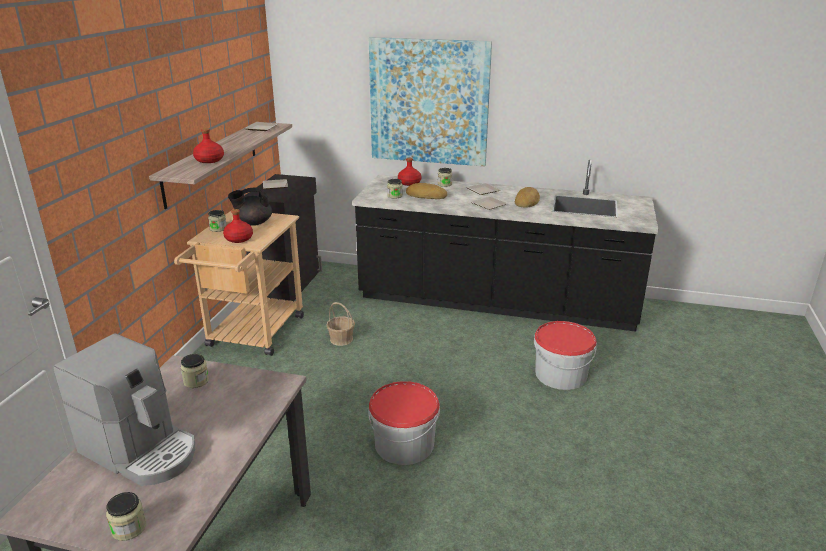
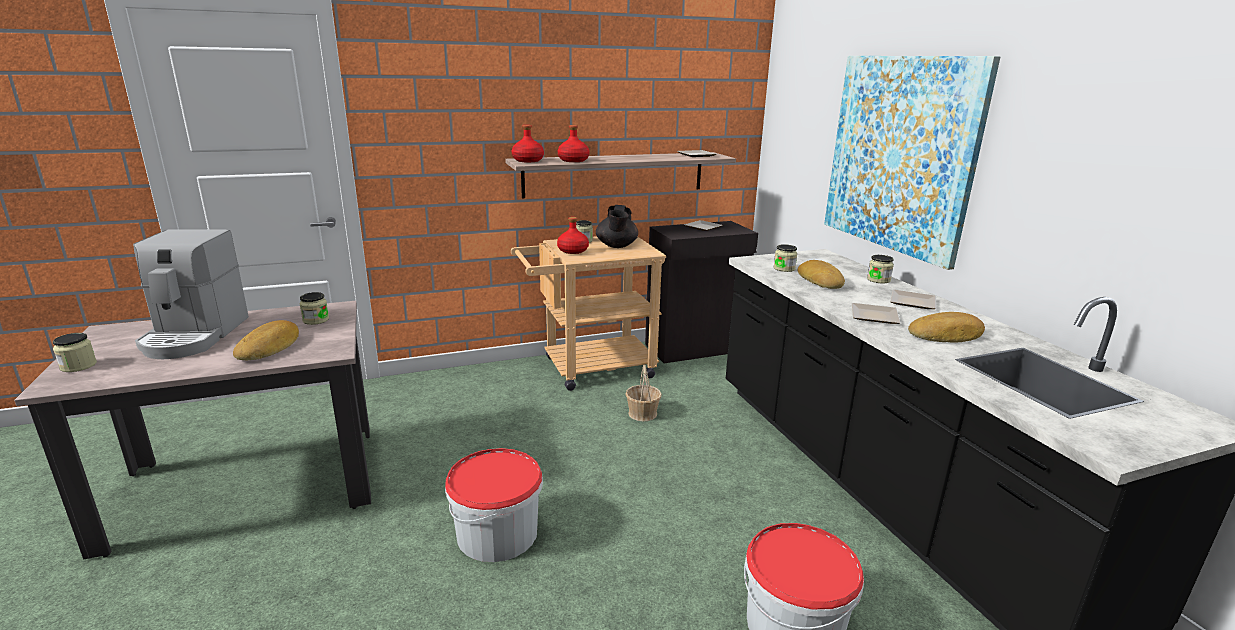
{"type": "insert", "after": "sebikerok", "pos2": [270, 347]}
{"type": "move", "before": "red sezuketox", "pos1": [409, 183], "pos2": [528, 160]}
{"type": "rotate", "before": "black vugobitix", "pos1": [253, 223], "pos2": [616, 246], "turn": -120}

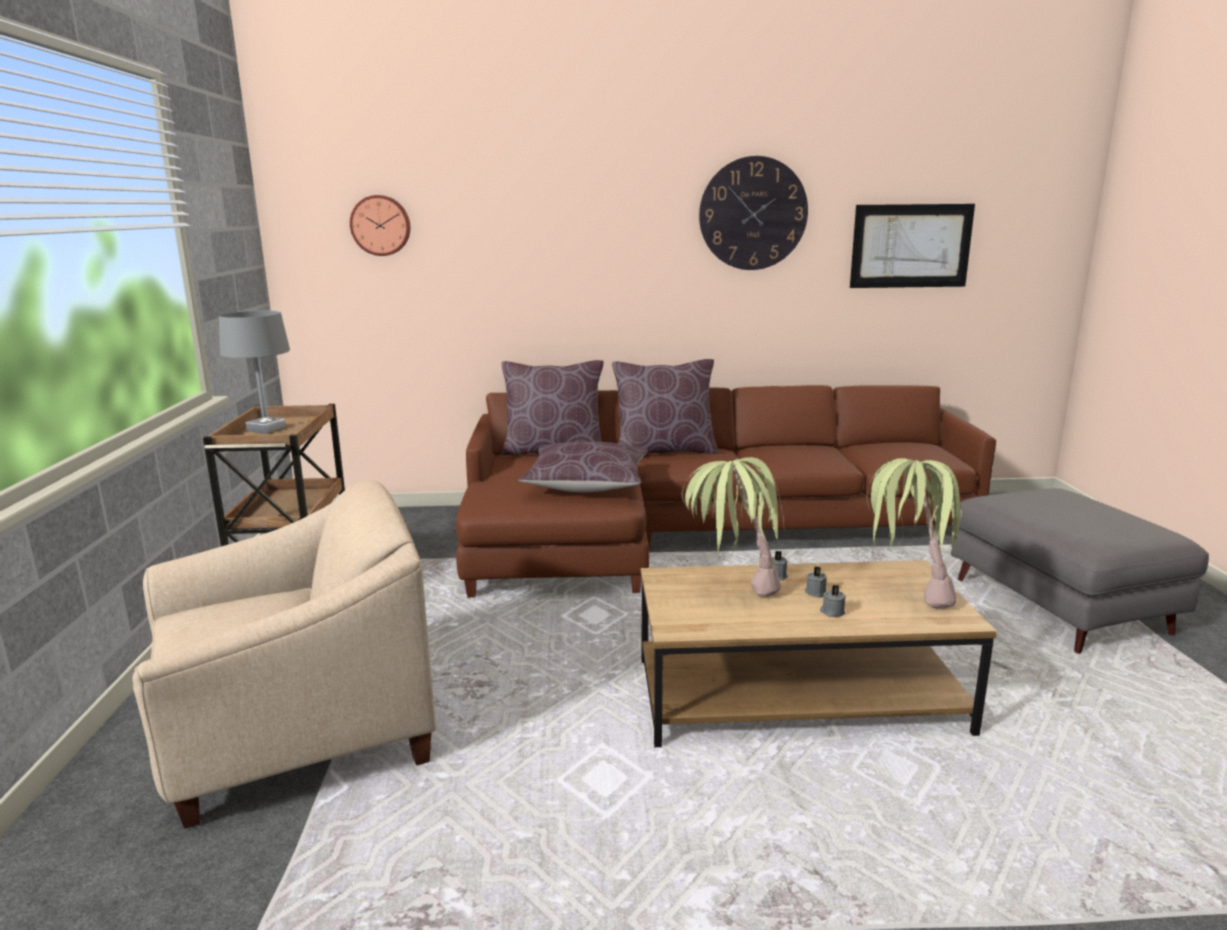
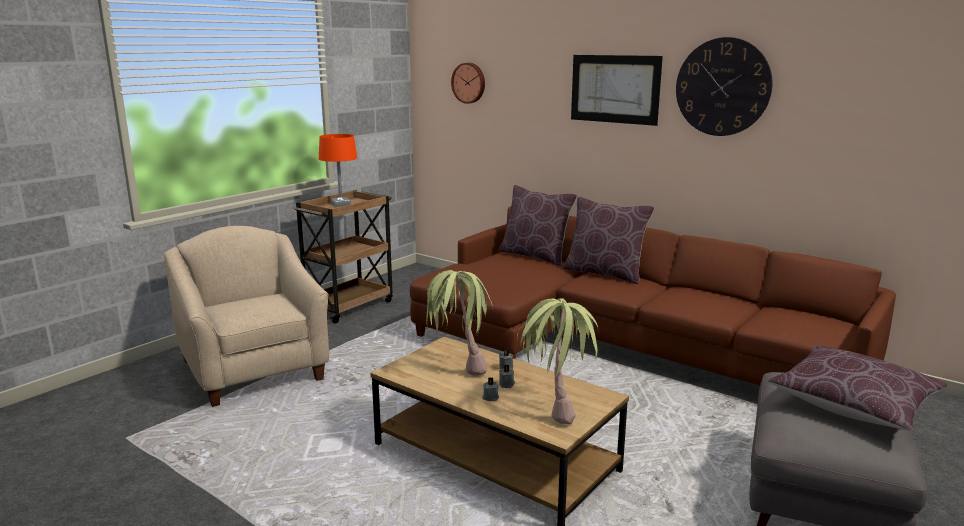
{"type": "rotate", "before": "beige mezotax", "pos1": [300, 736], "pos2": [255, 370], "turn": -135}
{"type": "recolor", "before": "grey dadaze", "after": "orange dadaze", "pos1": [266, 429], "pos2": [340, 204]}
{"type": "move", "before": "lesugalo", "pos1": [911, 246], "pos2": [614, 89]}
{"type": "move", "before": "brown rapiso", "pos1": [586, 484], "pos2": [853, 404]}

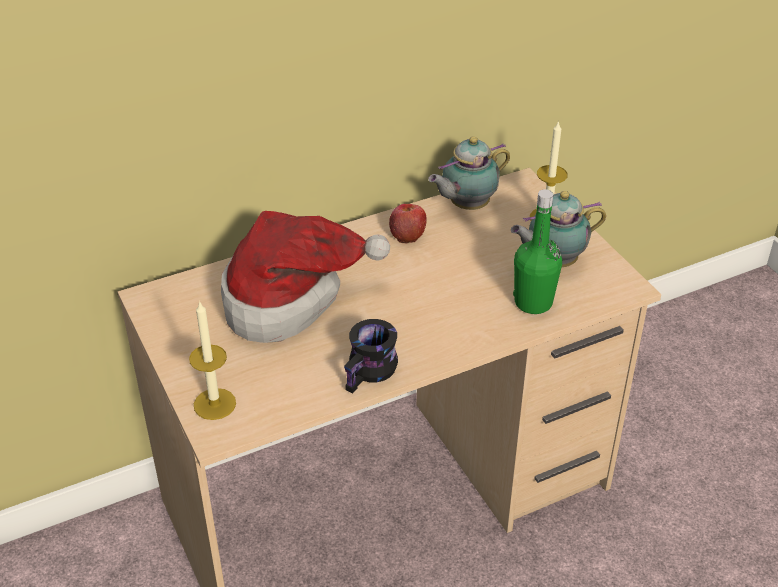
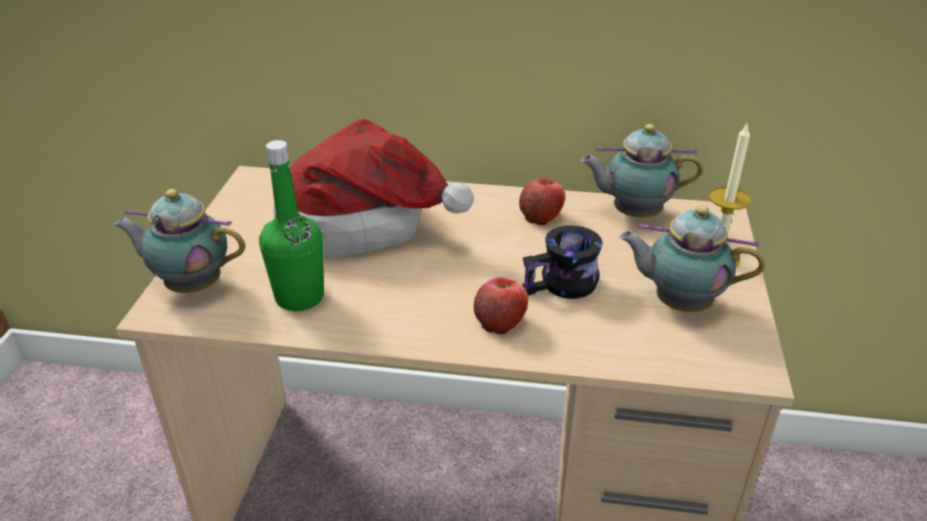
{"type": "replace", "before": "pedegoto", "after": "vugobitix", "pos1": [214, 404], "pos2": [191, 285]}
{"type": "move", "before": "green sezuketox", "pos1": [533, 302], "pos2": [299, 297]}
{"type": "insert", "after": "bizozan", "pos2": [500, 321]}
{"type": "move", "before": "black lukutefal", "pos1": [372, 372], "pos2": [563, 287]}

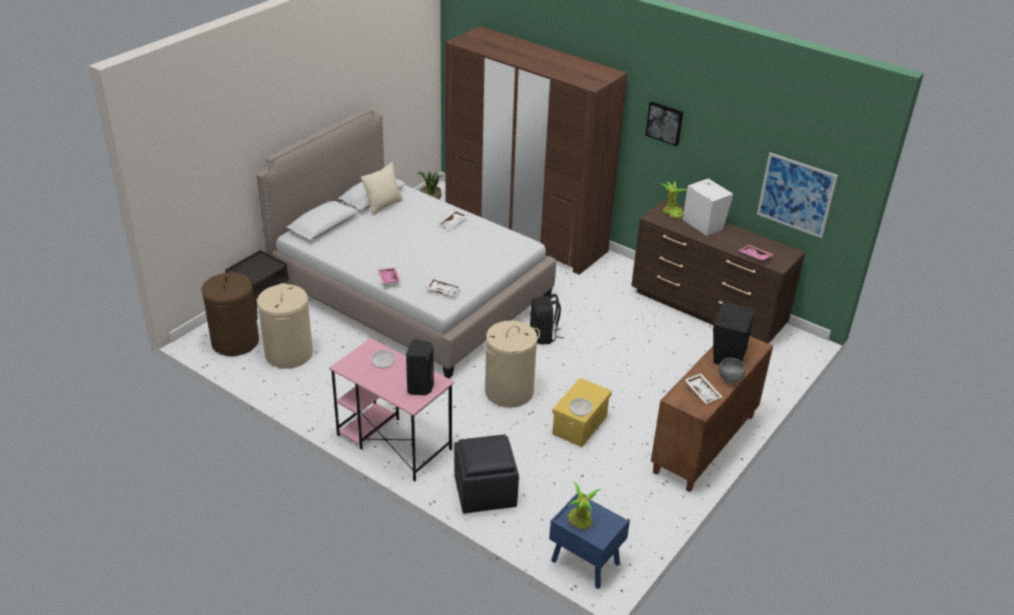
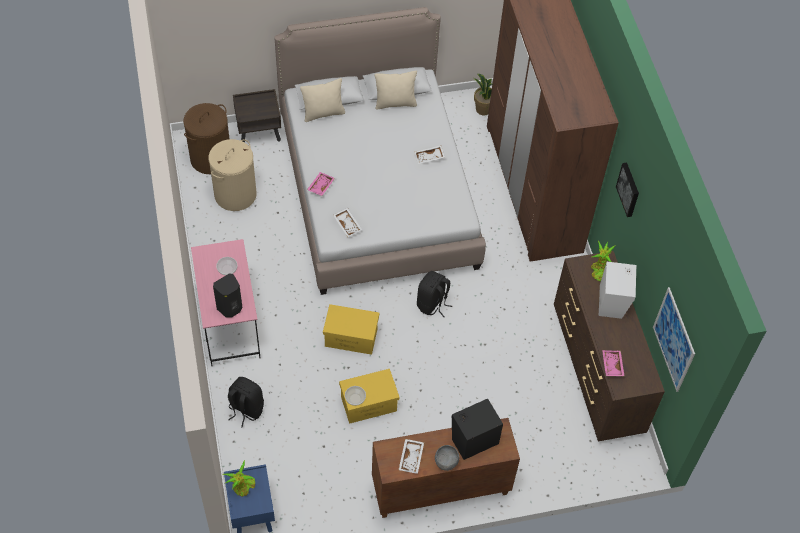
{"type": "replace", "before": "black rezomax", "after": "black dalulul", "pos1": [484, 492], "pos2": [245, 409]}
{"type": "insert", "after": "beige rapiso", "pos2": [323, 113]}
{"type": "replace", "before": "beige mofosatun", "after": "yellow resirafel", "pos1": [509, 392], "pos2": [350, 338]}

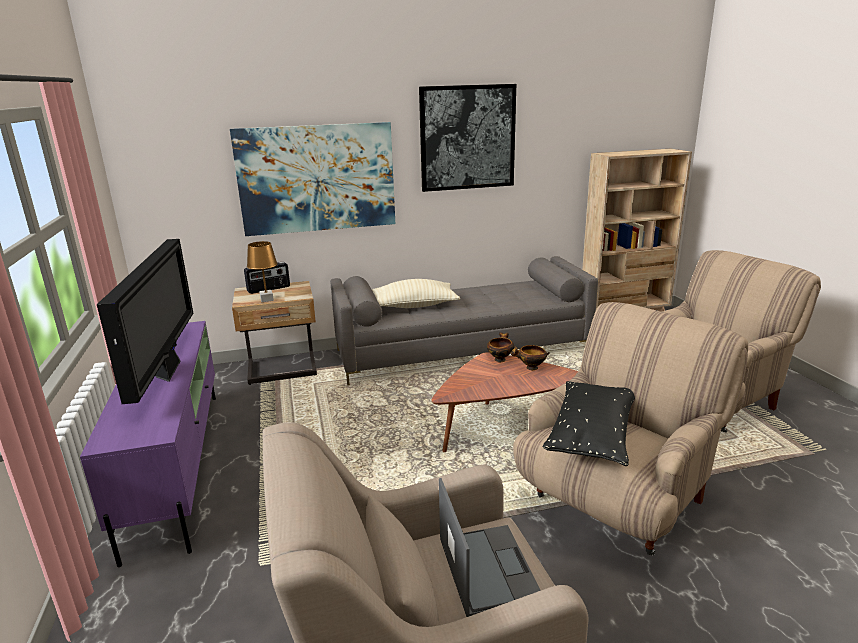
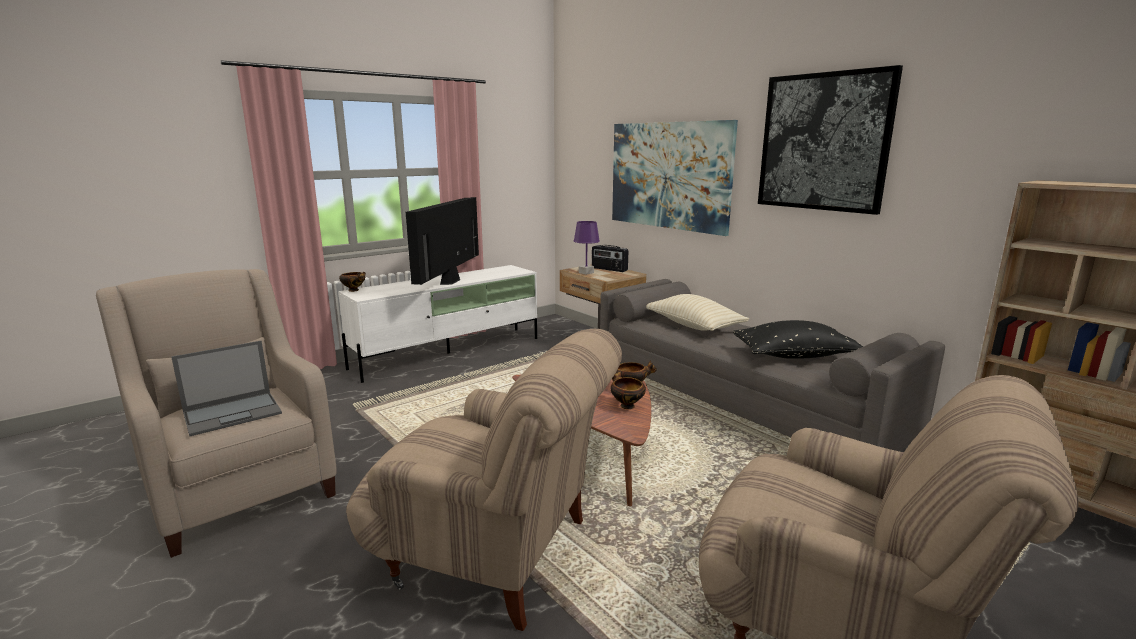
{"type": "recolor", "before": "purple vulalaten", "after": "white vulalaten", "pos1": [177, 463], "pos2": [450, 353]}
{"type": "insert", "after": "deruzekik", "pos2": [354, 290]}
{"type": "rotate", "before": "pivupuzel", "pos1": [169, 370], "pos2": [450, 281], "turn": 135}
{"type": "recolor", "before": "brown dadaze", "after": "purple dadaze", "pos1": [266, 299], "pos2": [586, 272]}
{"type": "move", "before": "black rapiso", "pos1": [592, 435], "pos2": [794, 356]}

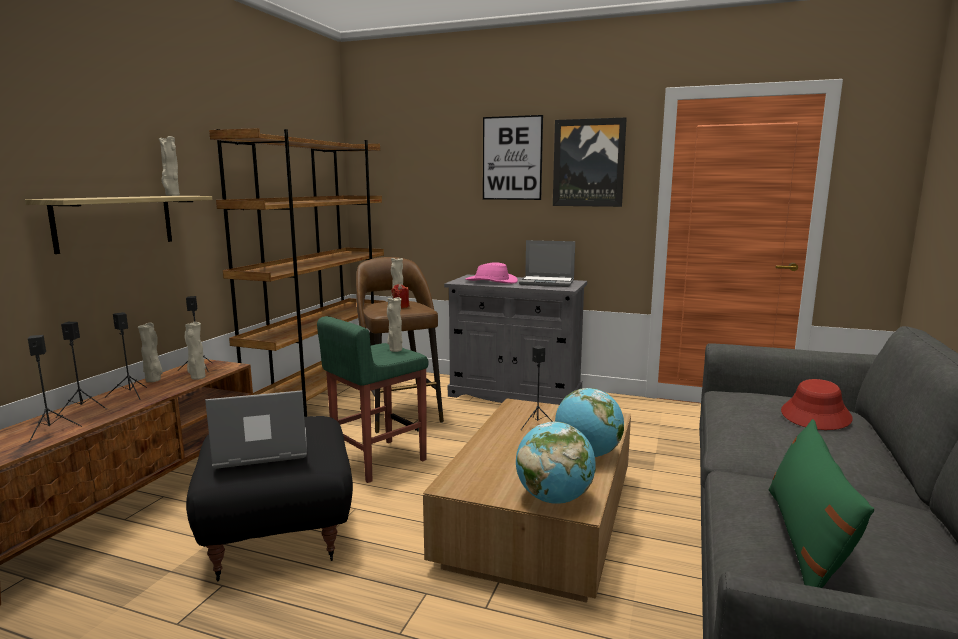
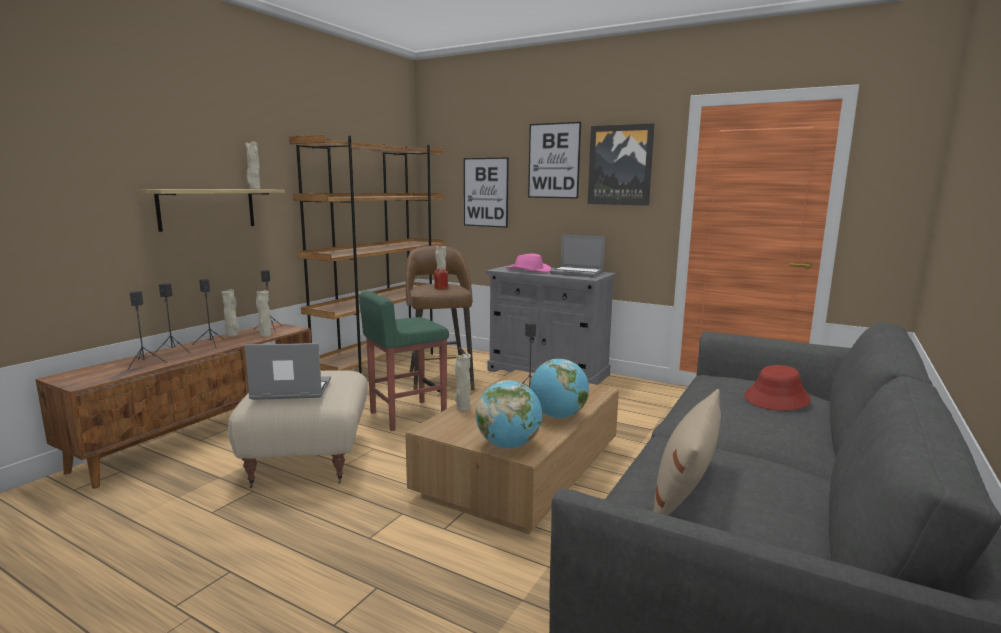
{"type": "recolor", "before": "black rezomax", "after": "beige rezomax", "pos1": [278, 533], "pos2": [307, 460]}
{"type": "move", "before": "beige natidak", "pos1": [395, 350], "pos2": [462, 408]}
{"type": "insert", "after": "lesugalo", "pos2": [485, 192]}
{"type": "recolor", "before": "green rapiso", "after": "beige rapiso", "pos1": [806, 542], "pos2": [686, 489]}

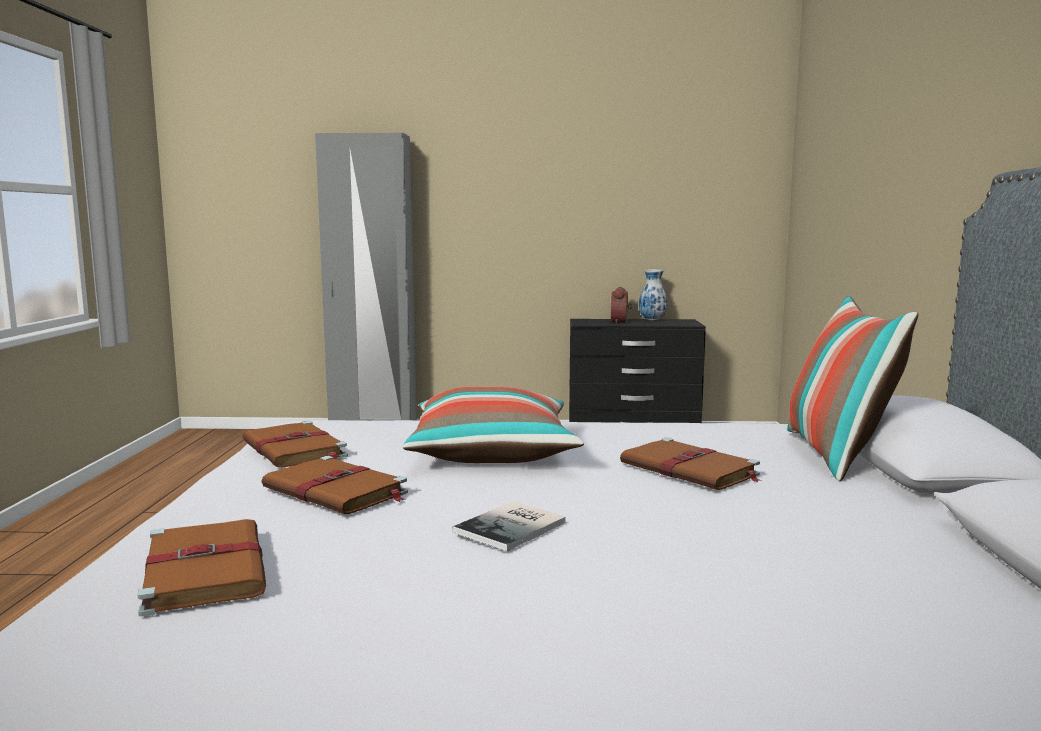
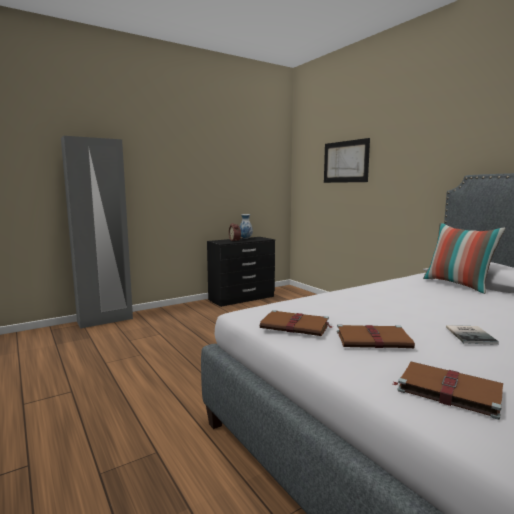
{"type": "insert", "after": "lesugalo", "pos2": [345, 161]}
{"type": "delete", "before": "rapiso", "pos1": [492, 452]}
{"type": "delete", "before": "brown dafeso", "pos1": [691, 470]}

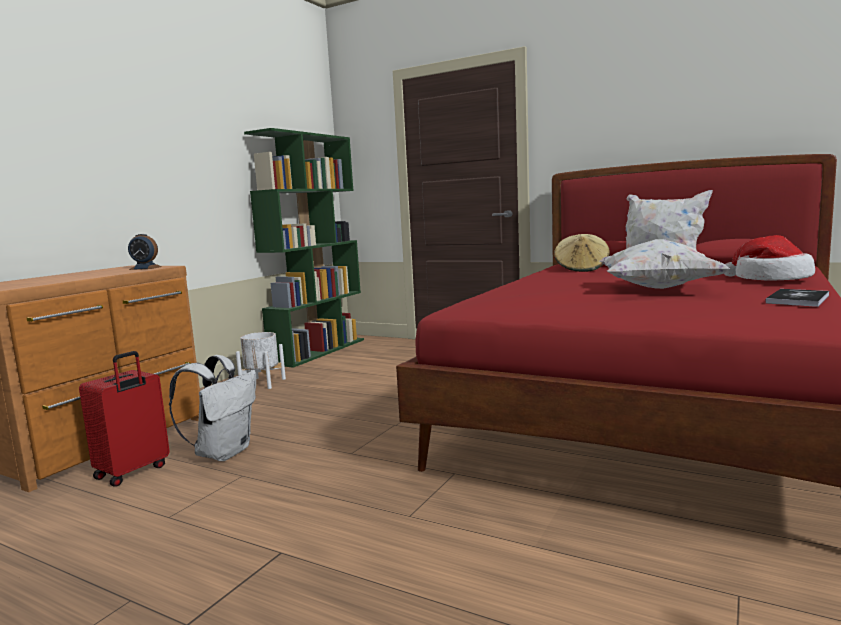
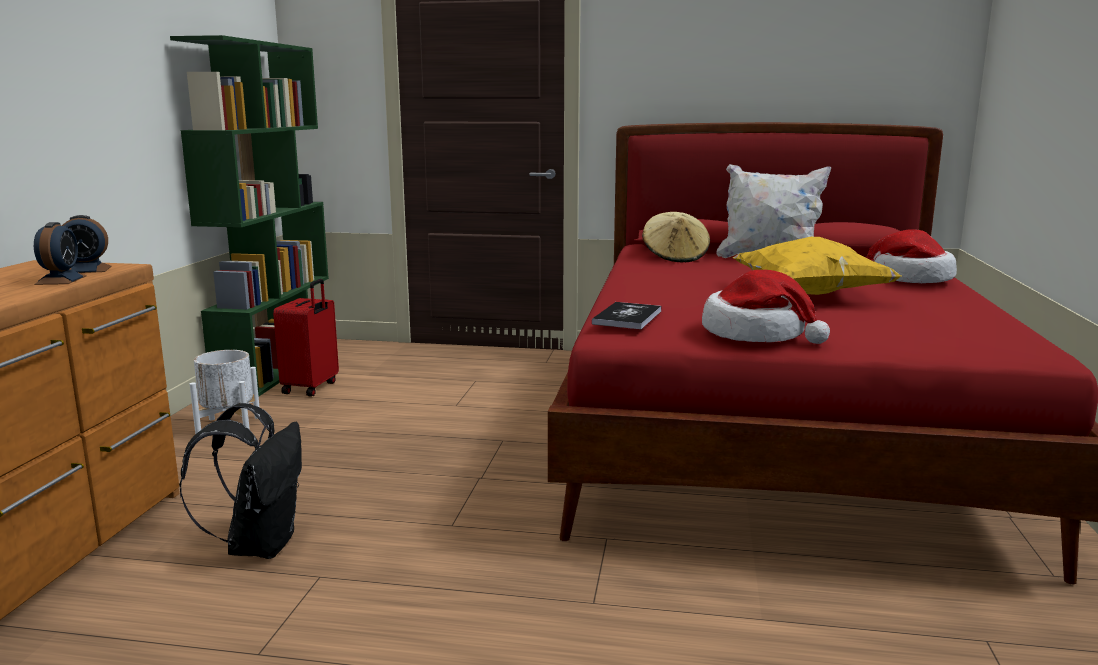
{"type": "insert", "after": "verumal", "pos2": [61, 280]}
{"type": "recolor", "before": "white dalulul", "after": "black dalulul", "pos1": [223, 452], "pos2": [260, 545]}
{"type": "move", "before": "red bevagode", "pos1": [133, 472], "pos2": [311, 388]}
{"type": "move", "before": "dafeso", "pos1": [797, 299], "pos2": [627, 317]}
{"type": "insert", "after": "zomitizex", "pos2": [756, 334]}
{"type": "recolor", "before": "white rapiso", "after": "yellow rapiso", "pos1": [657, 288], "pos2": [809, 294]}

